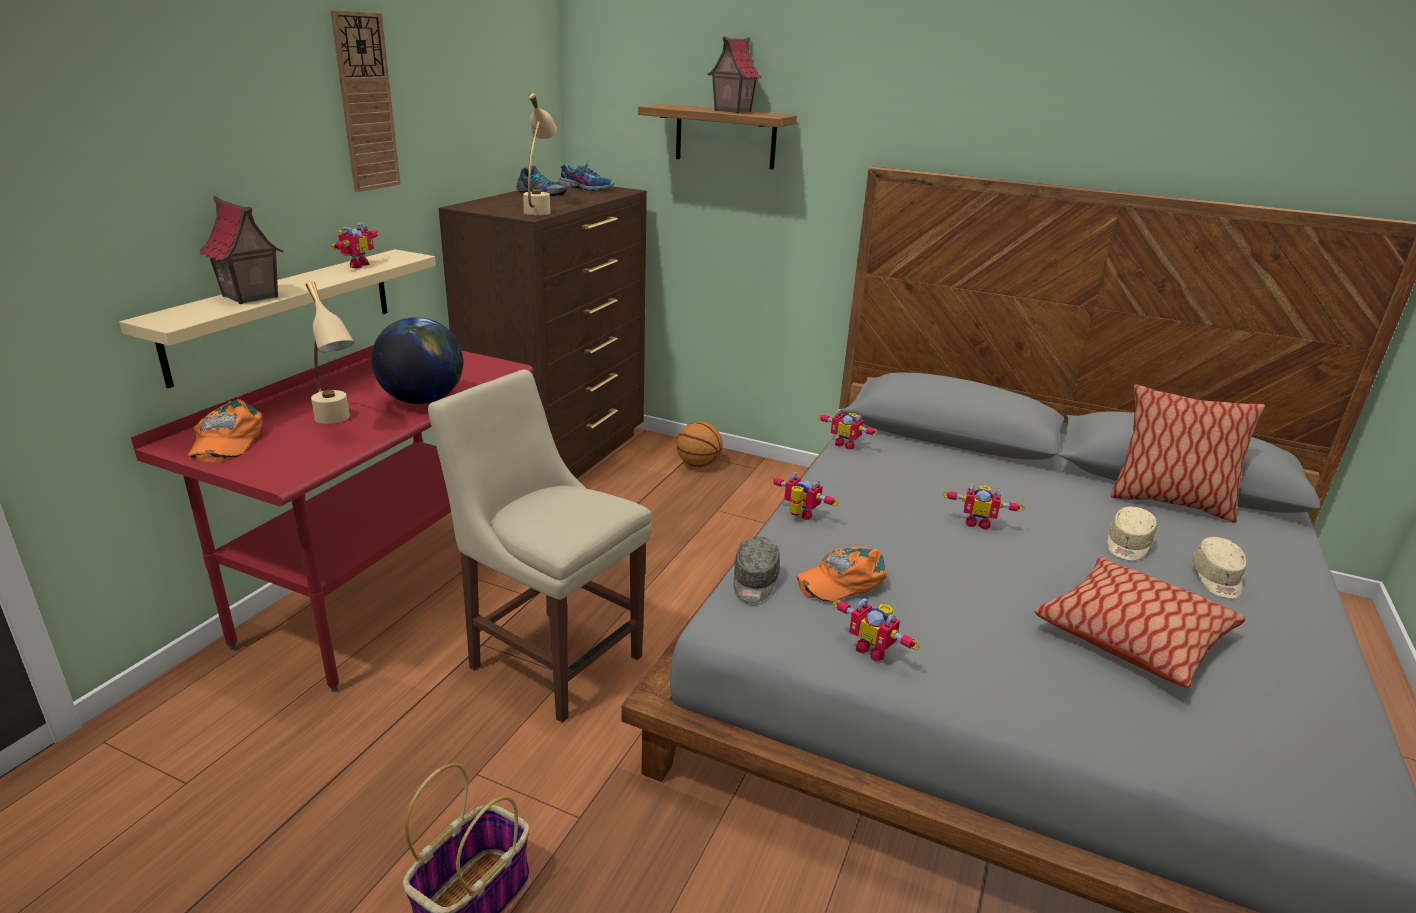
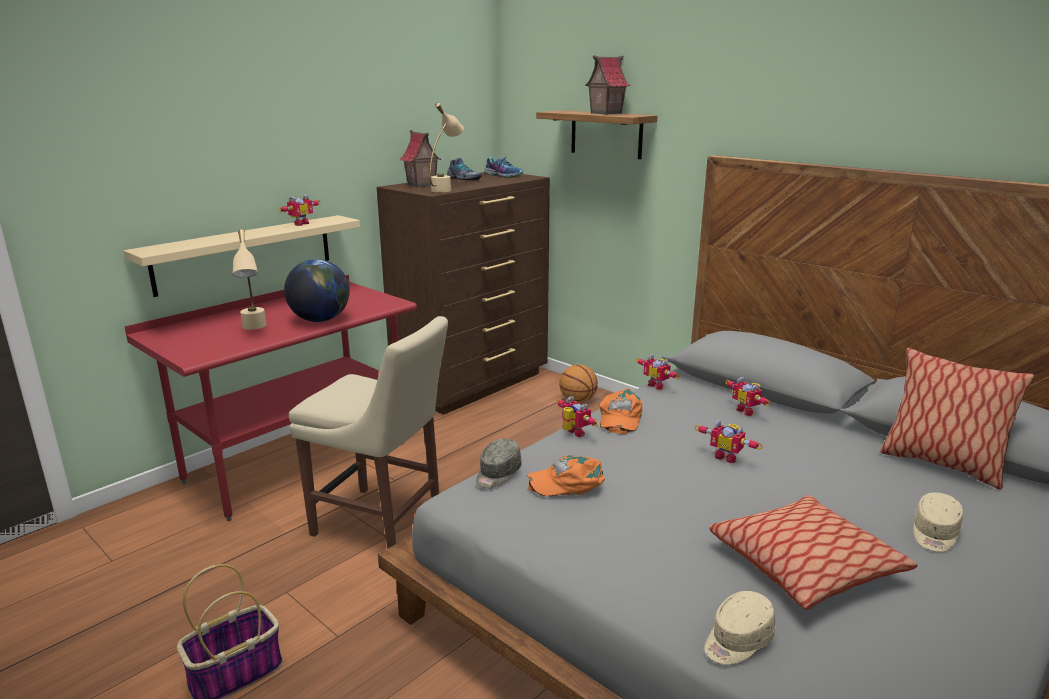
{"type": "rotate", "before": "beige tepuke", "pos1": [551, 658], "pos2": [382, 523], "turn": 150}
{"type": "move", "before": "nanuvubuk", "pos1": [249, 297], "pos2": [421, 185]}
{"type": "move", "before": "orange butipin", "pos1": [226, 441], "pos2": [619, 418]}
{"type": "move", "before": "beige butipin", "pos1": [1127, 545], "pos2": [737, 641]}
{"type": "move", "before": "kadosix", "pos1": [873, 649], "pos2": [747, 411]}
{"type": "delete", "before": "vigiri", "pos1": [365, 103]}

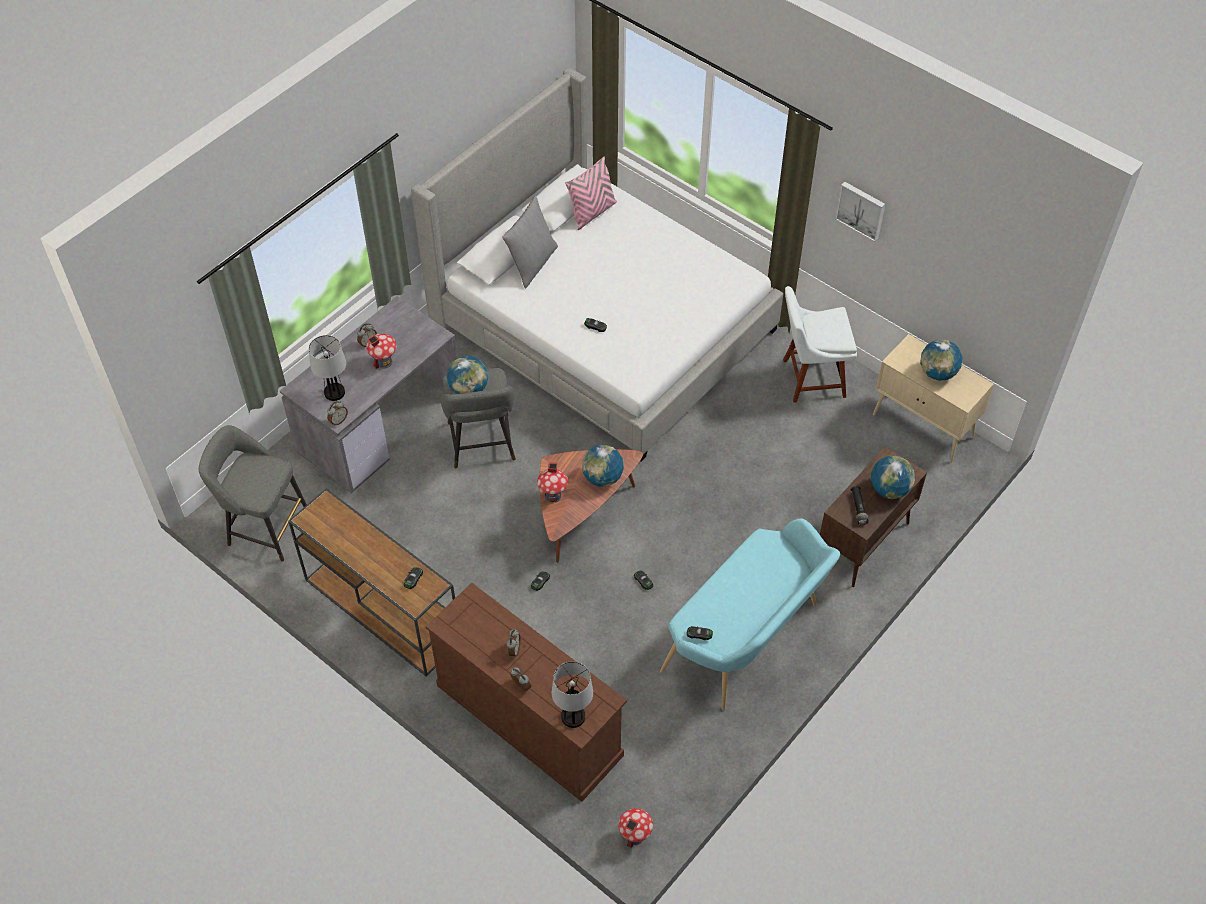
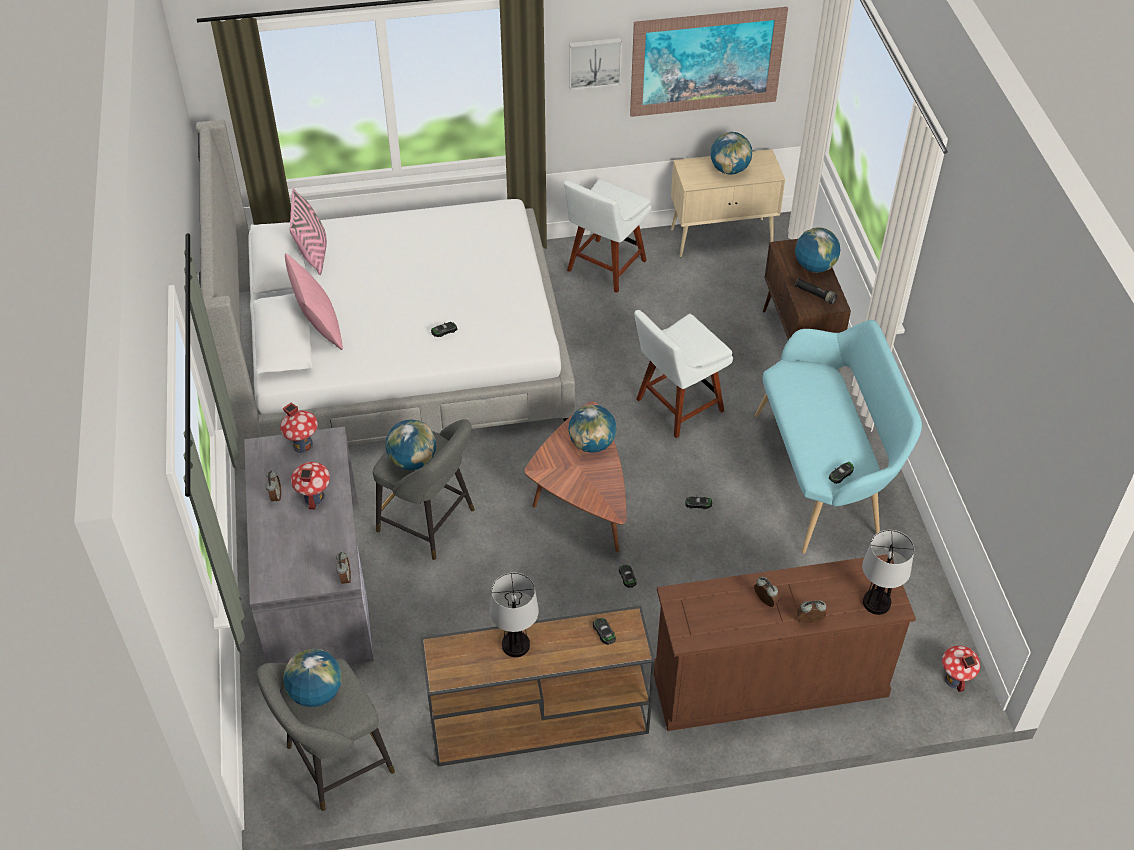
{"type": "move", "before": "nanuvubuk", "pos1": [553, 496], "pos2": [303, 445]}
{"type": "insert", "after": "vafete", "pos2": [316, 692]}
{"type": "recolor", "before": "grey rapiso", "after": "pink rapiso", "pos1": [532, 263], "pos2": [319, 327]}
{"type": "move", "before": "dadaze", "pos1": [335, 392], "pos2": [515, 644]}
{"type": "insert", "after": "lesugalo", "pos2": [706, 62]}
{"type": "insert", "after": "white tepuke", "pos2": [676, 407]}

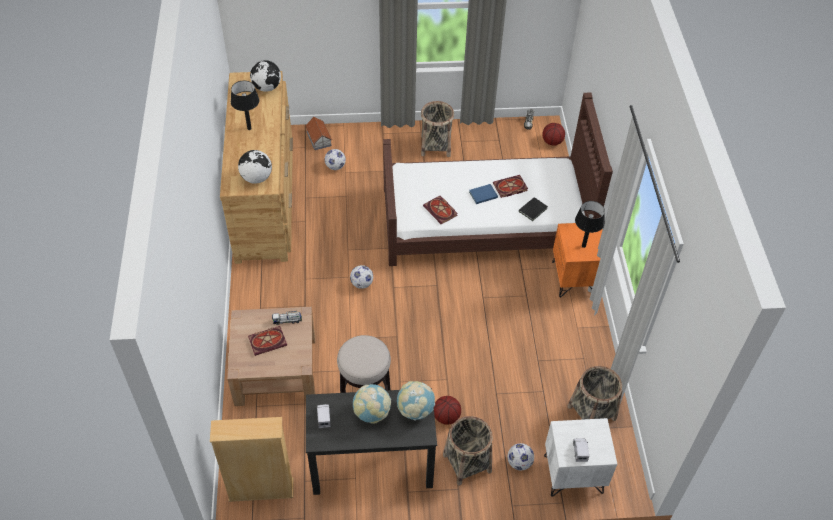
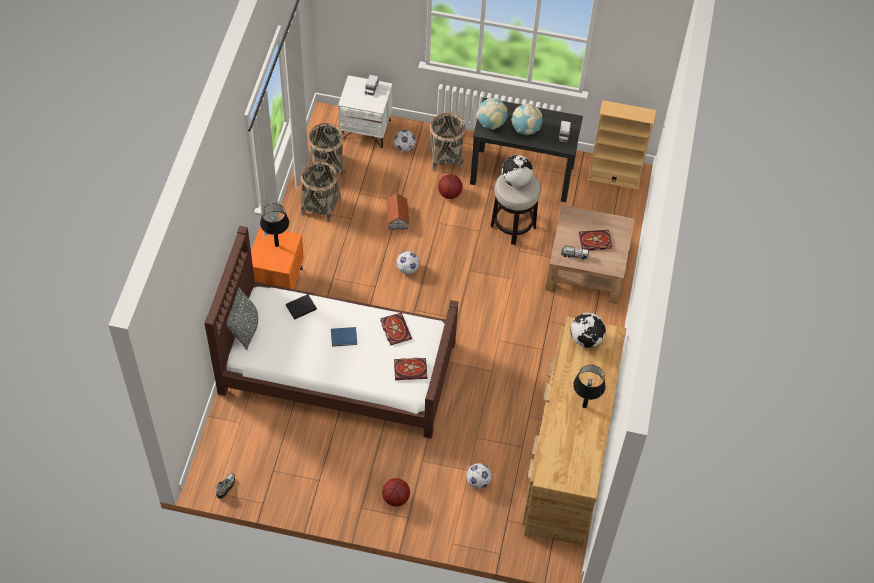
{"type": "insert", "after": "grey rapiso", "pos2": [244, 329]}
{"type": "move", "before": "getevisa", "pos1": [436, 146], "pos2": [320, 206]}
{"type": "move", "before": "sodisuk", "pos1": [552, 142], "pos2": [396, 498]}
{"type": "move", "before": "nanuvubuk", "pos1": [319, 138], "pos2": [397, 217]}
{"type": "move", "before": "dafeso", "pos1": [509, 188], "pos2": [411, 369]}
{"type": "move", "before": "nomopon", "pos1": [361, 284], "pos2": [408, 269]}
{"type": "move", "before": "vafete", "pos1": [267, 87], "pos2": [515, 180]}

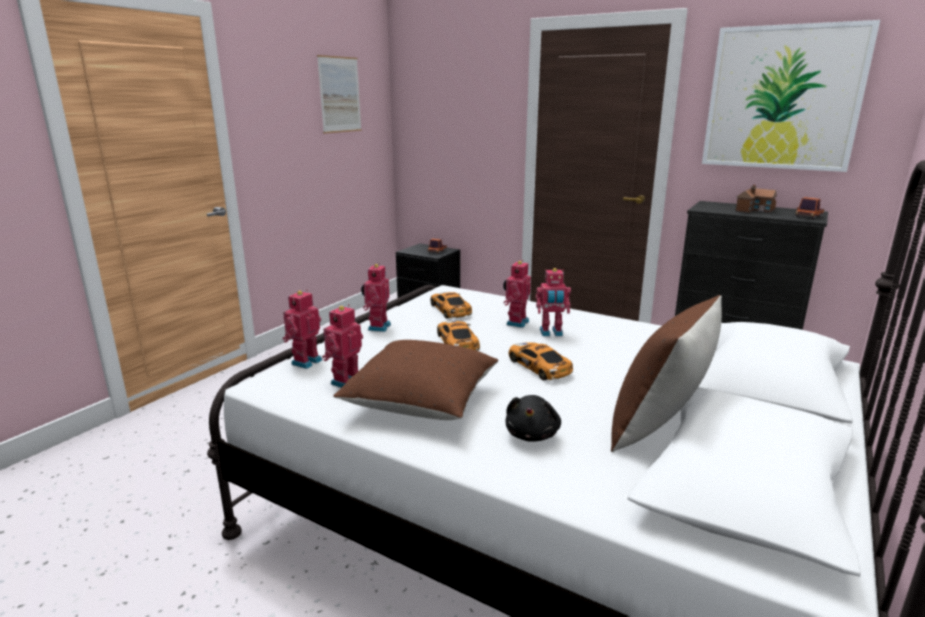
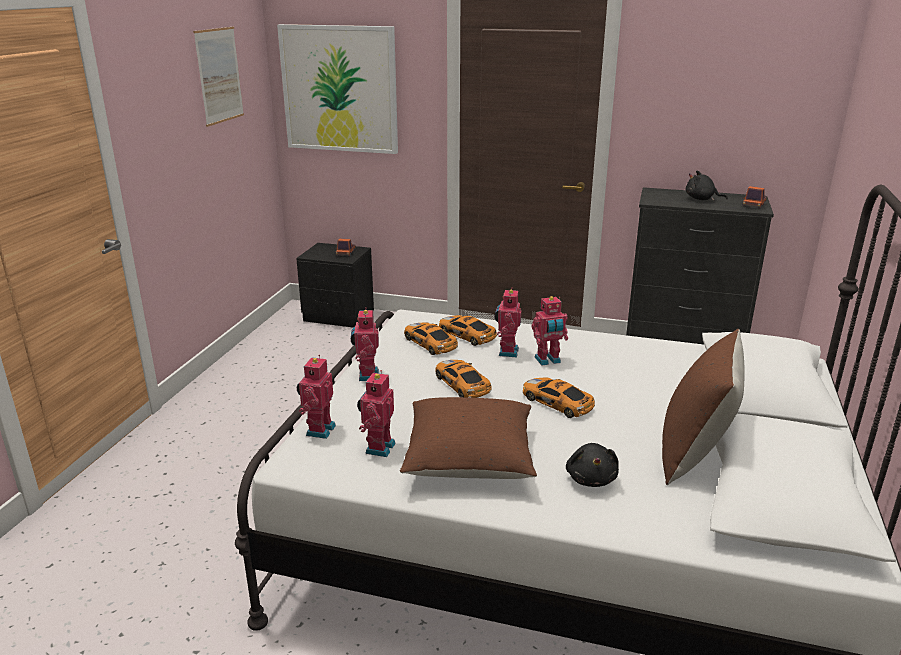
{"type": "move", "before": "lesugalo", "pos1": [783, 98], "pos2": [339, 89]}
{"type": "insert", "after": "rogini", "pos2": [467, 335]}
{"type": "replace", "before": "nanuvubuk", "after": "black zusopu", "pos1": [754, 210], "pos2": [701, 199]}

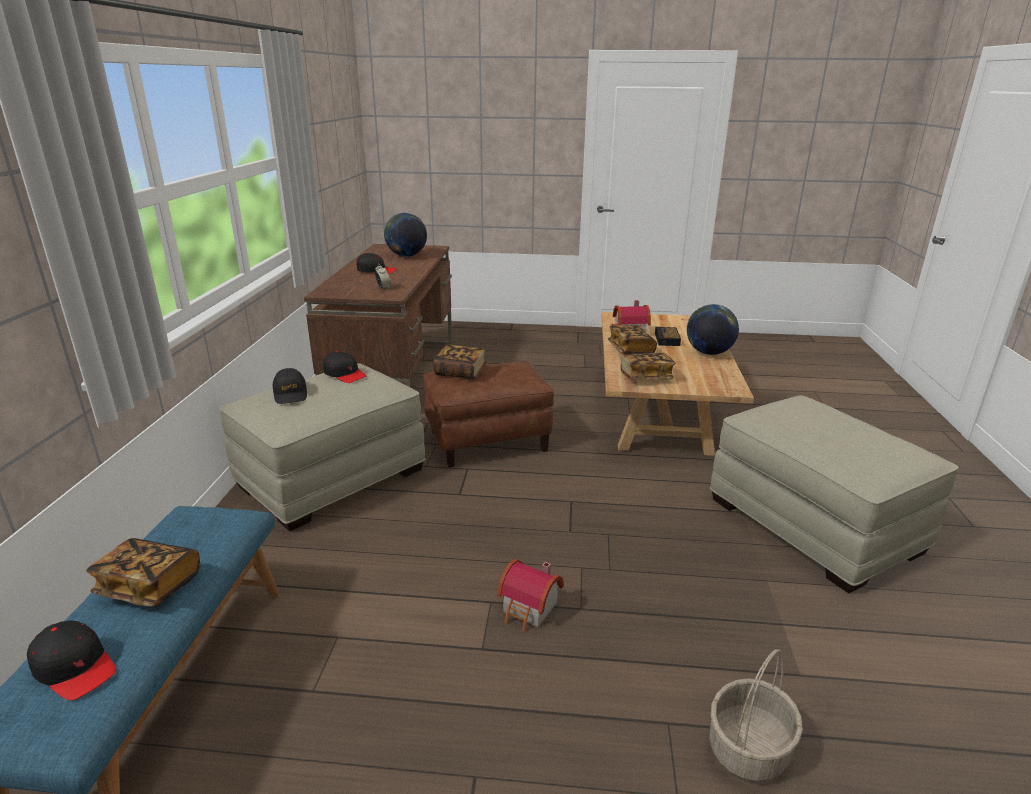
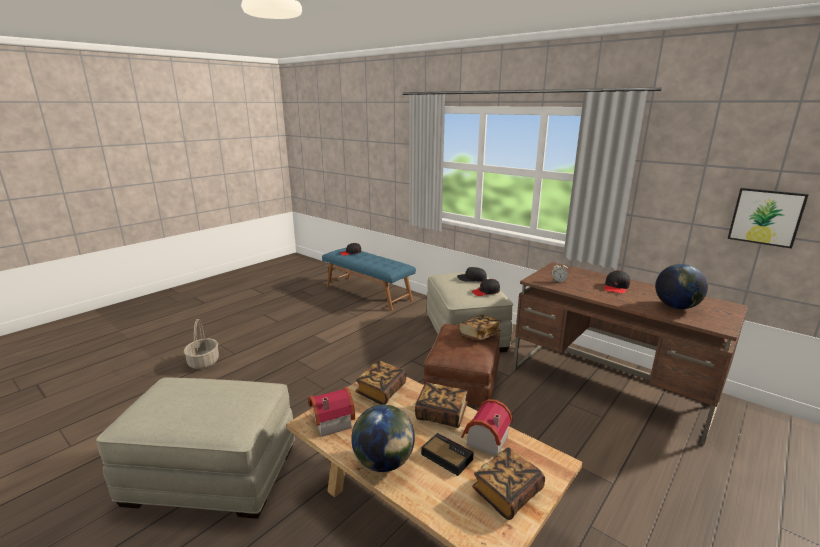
{"type": "move", "before": "nanuvubuk", "pos1": [530, 610], "pos2": [330, 421]}
{"type": "move", "before": "dafeso", "pos1": [150, 586], "pos2": [507, 493]}
{"type": "insert", "after": "lesugalo", "pos2": [766, 216]}

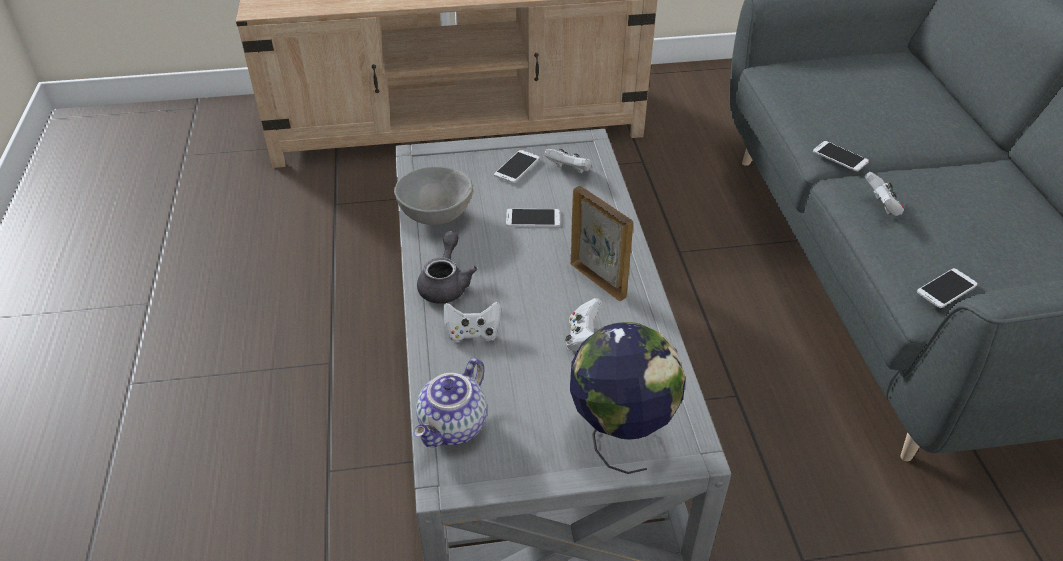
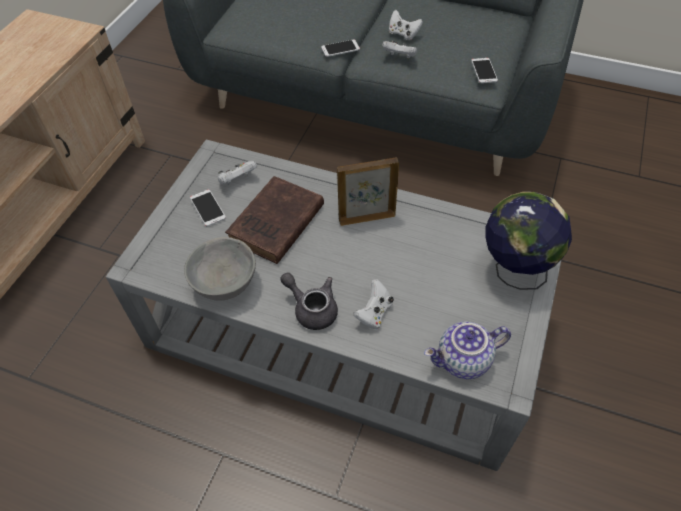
{"type": "replace", "before": "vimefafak", "after": "brown dafeso", "pos1": [533, 218], "pos2": [275, 225]}
{"type": "move", "before": "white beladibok", "pos1": [583, 338], "pos2": [403, 34]}
{"type": "rotate", "before": "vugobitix", "pos1": [454, 427], "pos2": [463, 361], "turn": 105}

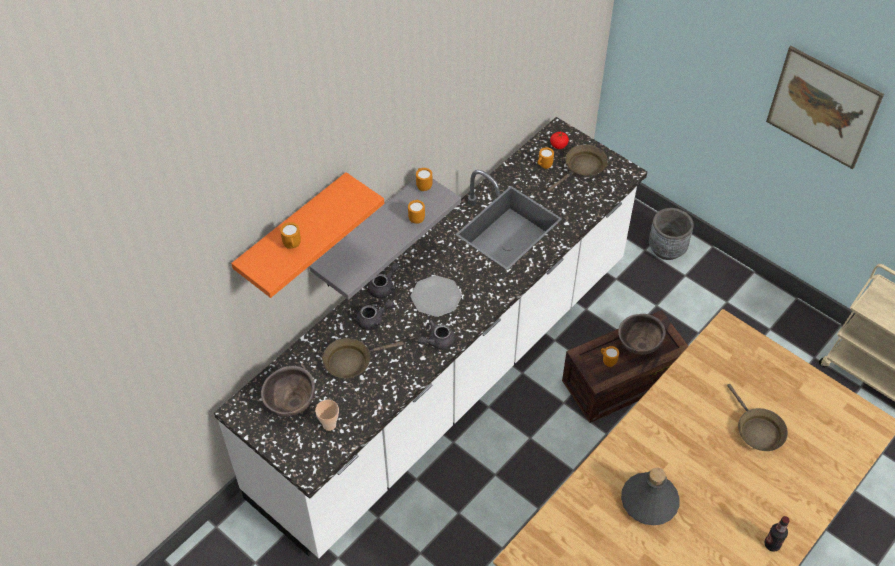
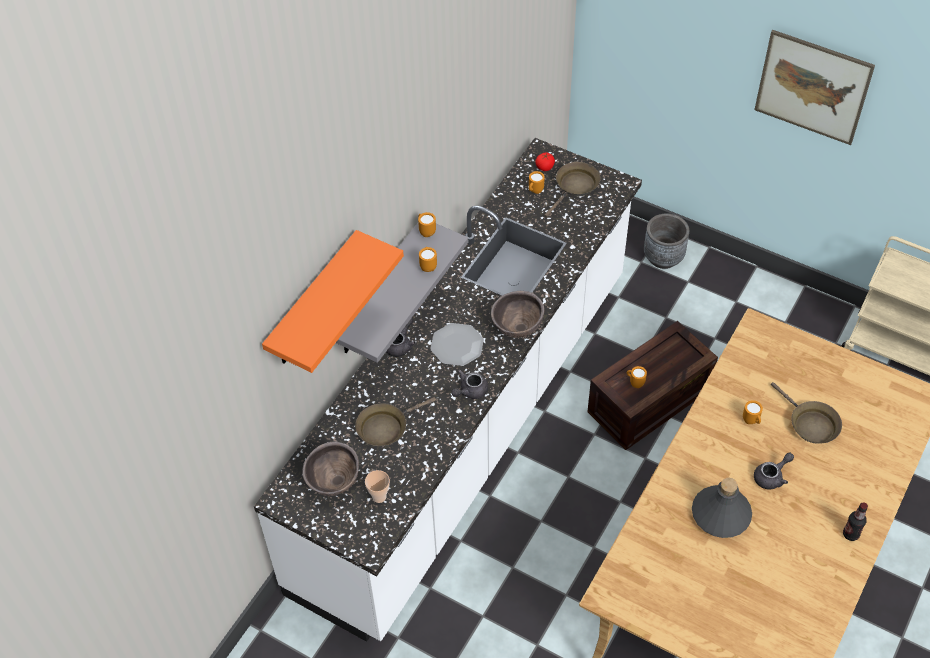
{"type": "move", "before": "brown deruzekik", "pos1": [638, 346], "pos2": [517, 329]}
{"type": "move", "before": "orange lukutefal", "pos1": [292, 246], "pos2": [751, 421]}
{"type": "move", "before": "grey vugobitix", "pos1": [374, 320], "pos2": [771, 476]}

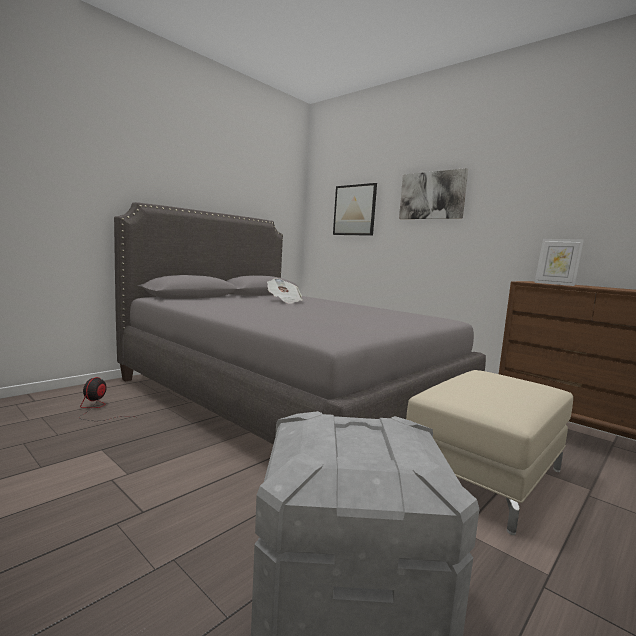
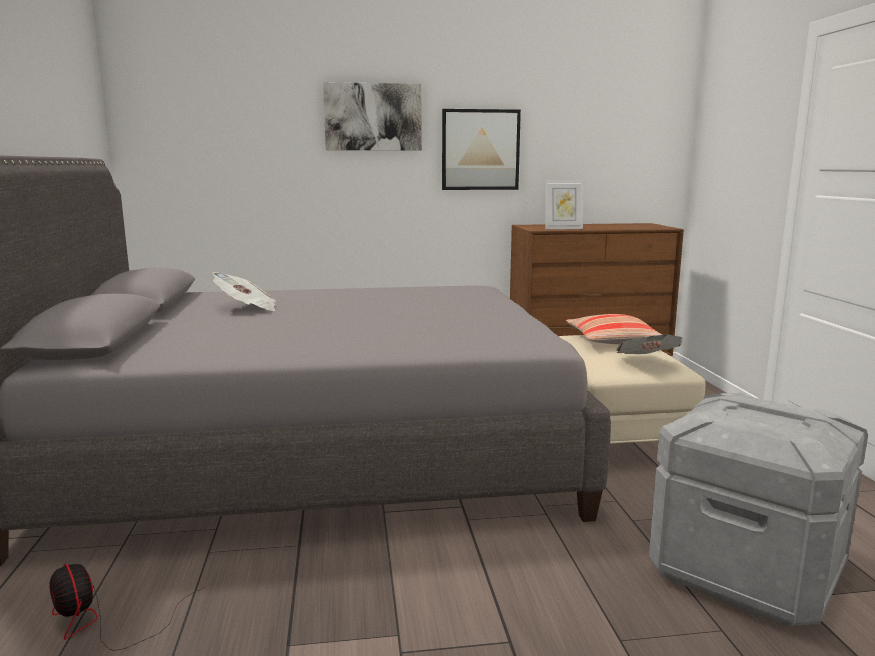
{"type": "move", "before": "lesugalo", "pos1": [354, 210], "pos2": [480, 150]}
{"type": "insert", "after": "rapiso", "pos2": [613, 340]}
{"type": "insert", "after": "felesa", "pos2": [646, 362]}

